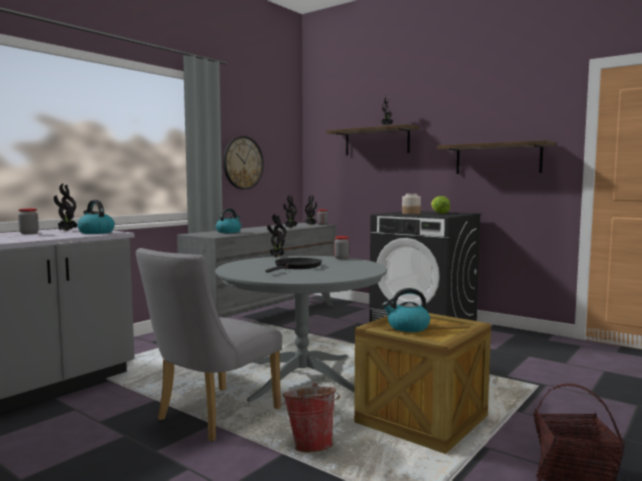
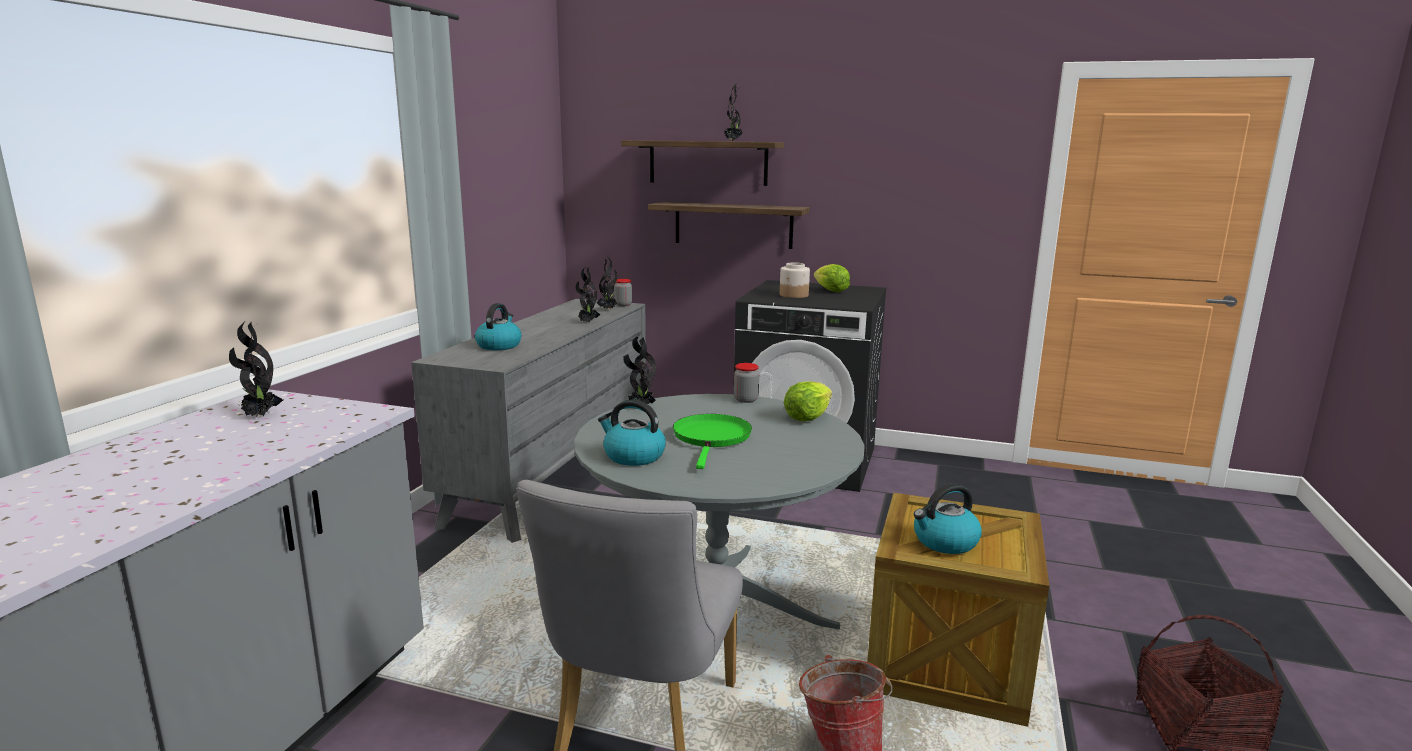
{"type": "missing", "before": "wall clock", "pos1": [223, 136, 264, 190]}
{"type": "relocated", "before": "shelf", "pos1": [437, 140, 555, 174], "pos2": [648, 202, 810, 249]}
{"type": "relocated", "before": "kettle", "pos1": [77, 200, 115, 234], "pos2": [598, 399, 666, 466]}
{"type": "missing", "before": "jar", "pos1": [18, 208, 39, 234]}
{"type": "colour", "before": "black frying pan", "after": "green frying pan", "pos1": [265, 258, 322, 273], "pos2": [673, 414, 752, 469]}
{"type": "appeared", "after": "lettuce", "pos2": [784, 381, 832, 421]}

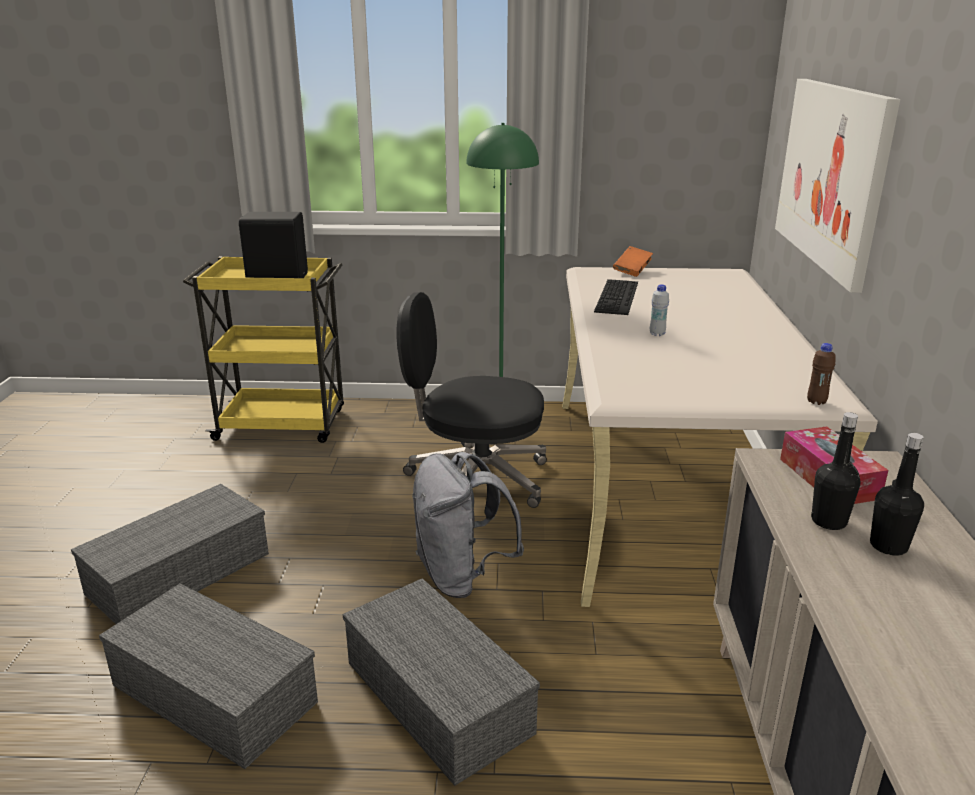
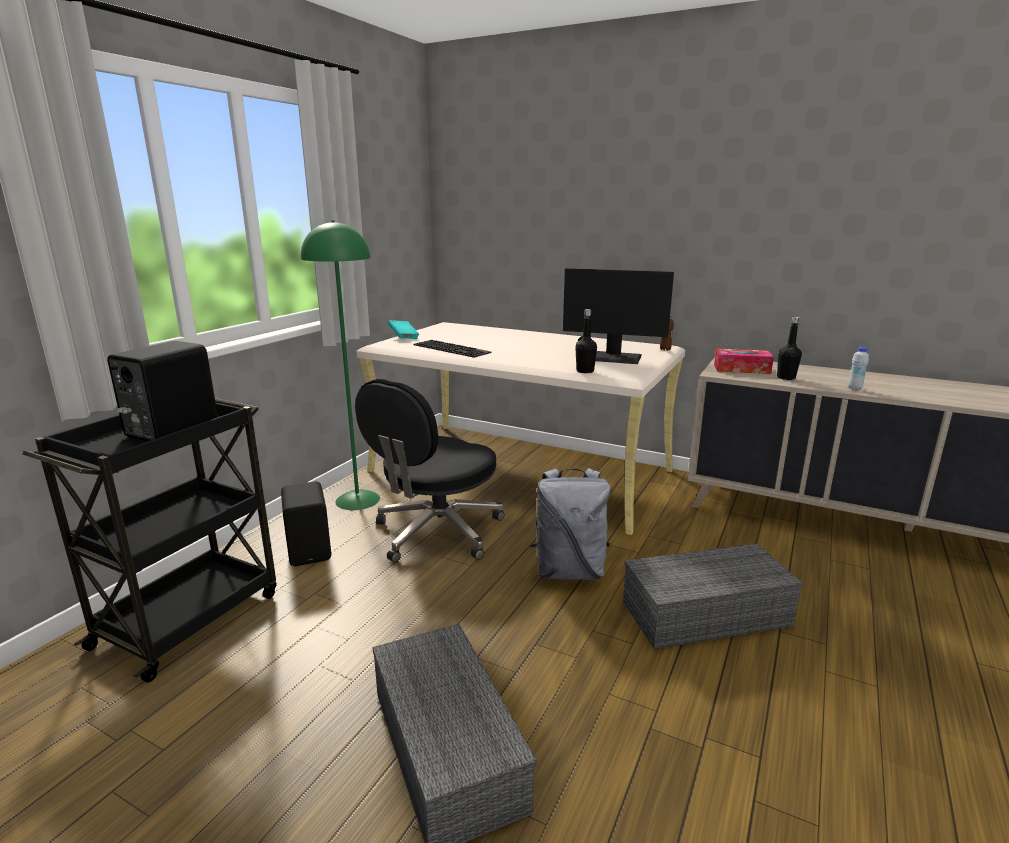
{"type": "missing", "before": "picture", "pos1": [775, 79, 900, 293]}
{"type": "colour", "before": "orange book", "after": "turquoise book", "pos1": [613, 246, 653, 277], "pos2": [388, 320, 419, 339]}
{"type": "colour", "before": "yellow cart", "after": "black cart", "pos1": [183, 256, 344, 443], "pos2": [22, 398, 277, 682]}
{"type": "relocated", "before": "white bottle", "pos1": [650, 284, 669, 336], "pos2": [848, 347, 869, 390]}
{"type": "relocated", "before": "black bottle", "pos1": [870, 433, 924, 556], "pos2": [575, 309, 597, 373]}
{"type": "missing", "before": "grey storage box", "pos1": [99, 583, 318, 769]}
{"type": "appeared", "after": "monitor", "pos2": [563, 268, 674, 364]}
{"type": "appeared", "after": "black speaker", "pos2": [281, 481, 331, 566]}

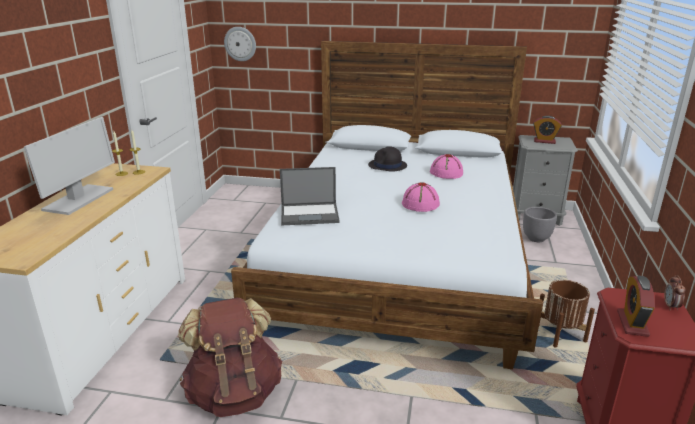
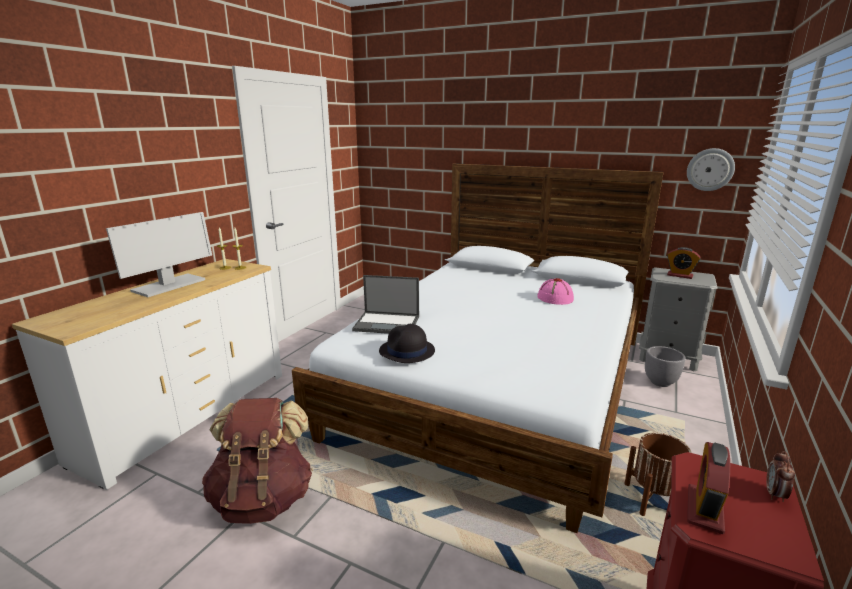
{"type": "relocated", "before": "wall clock", "pos1": [224, 27, 256, 61], "pos2": [687, 148, 735, 191]}
{"type": "relocated", "before": "black hat", "pos1": [368, 146, 407, 172], "pos2": [379, 324, 435, 363]}
{"type": "missing", "before": "pink hat", "pos1": [402, 182, 440, 212]}

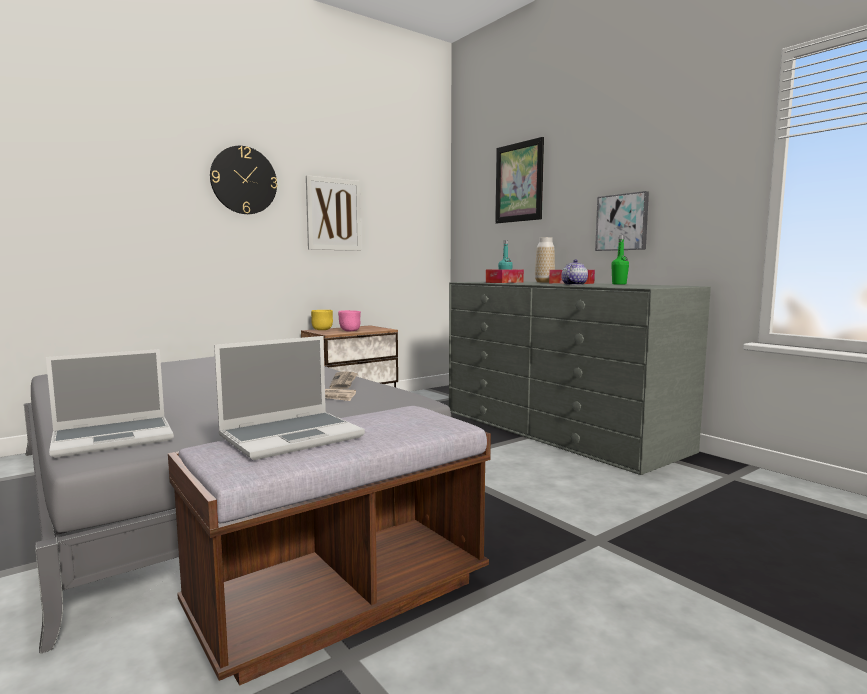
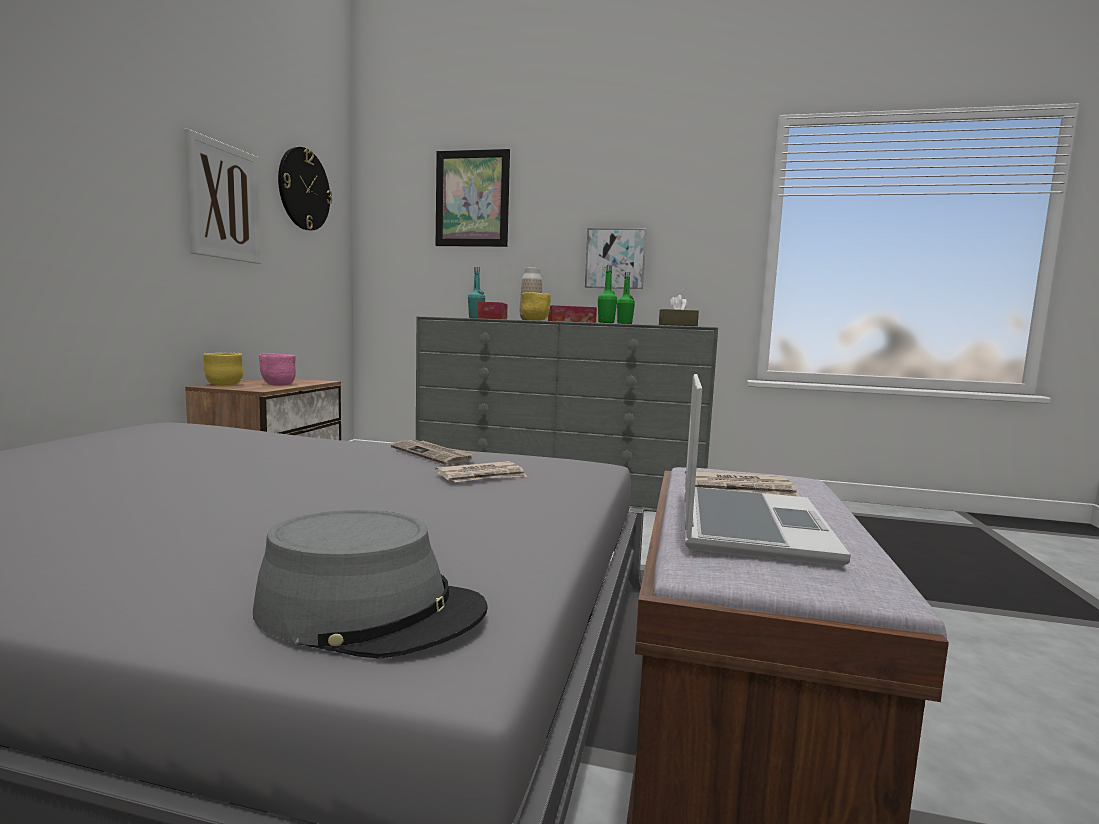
{"type": "relocated", "before": "wall clock", "pos1": [210, 146, 277, 214], "pos2": [278, 147, 332, 230]}
{"type": "exchanged", "before": "teapot", "after": "green bottle", "pos1": [561, 260, 588, 285], "pos2": [598, 265, 617, 323]}
{"type": "exchanged", "before": "laptop", "after": "grey hat", "pos1": [46, 349, 174, 458], "pos2": [253, 510, 488, 659]}
{"type": "appeared", "after": "yellow bowl", "pos2": [522, 292, 551, 320]}
{"type": "appeared", "after": "brown tissue box", "pos2": [659, 295, 699, 326]}
{"type": "appeared", "after": "newspaper", "pos2": [685, 471, 800, 497]}

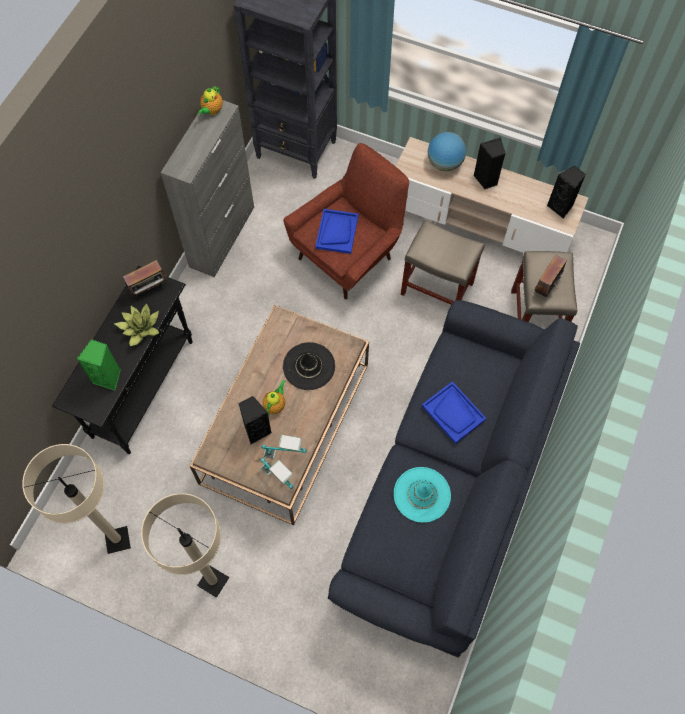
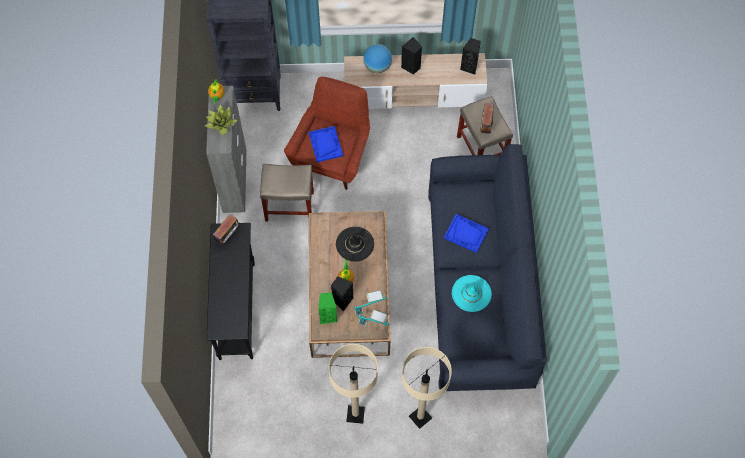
{"type": "relocated", "before": "beige stool", "pos1": [401, 220, 485, 305], "pos2": [260, 164, 314, 222]}
{"type": "relocated", "before": "potted plant", "pos1": [114, 304, 159, 346], "pos2": [205, 105, 238, 135]}
{"type": "relocated", "before": "green speaker", "pos1": [77, 339, 120, 391], "pos2": [318, 292, 338, 324]}
{"type": "relocated", "before": "beige floor lamp", "pos1": [22, 444, 131, 554], "pos2": [402, 347, 452, 429]}

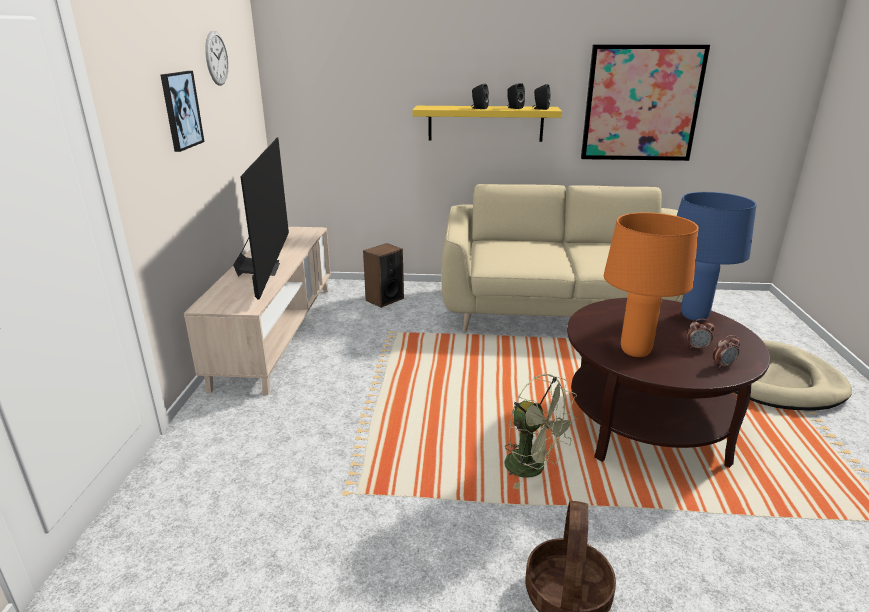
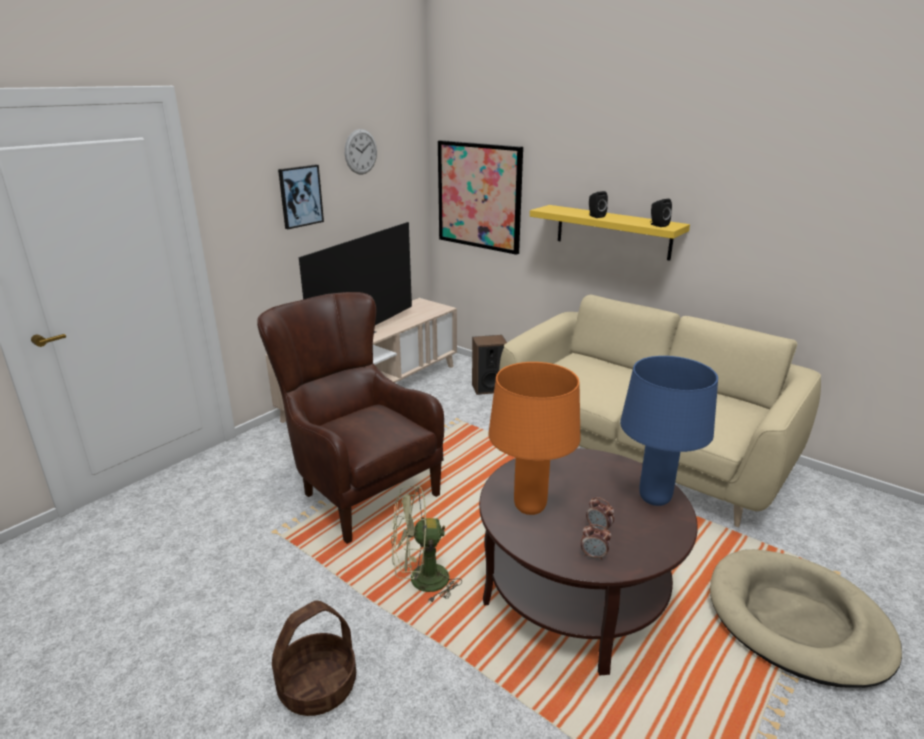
{"type": "relocated", "before": "picture", "pos1": [581, 44, 710, 161], "pos2": [438, 140, 523, 255]}
{"type": "missing", "before": "black speaker", "pos1": [507, 83, 525, 109]}
{"type": "spun", "before": "green fan", "pos1": [504, 374, 578, 489], "pos2": [391, 486, 462, 604], "turn": 90}
{"type": "appeared", "after": "brown armchair", "pos2": [257, 292, 444, 544]}

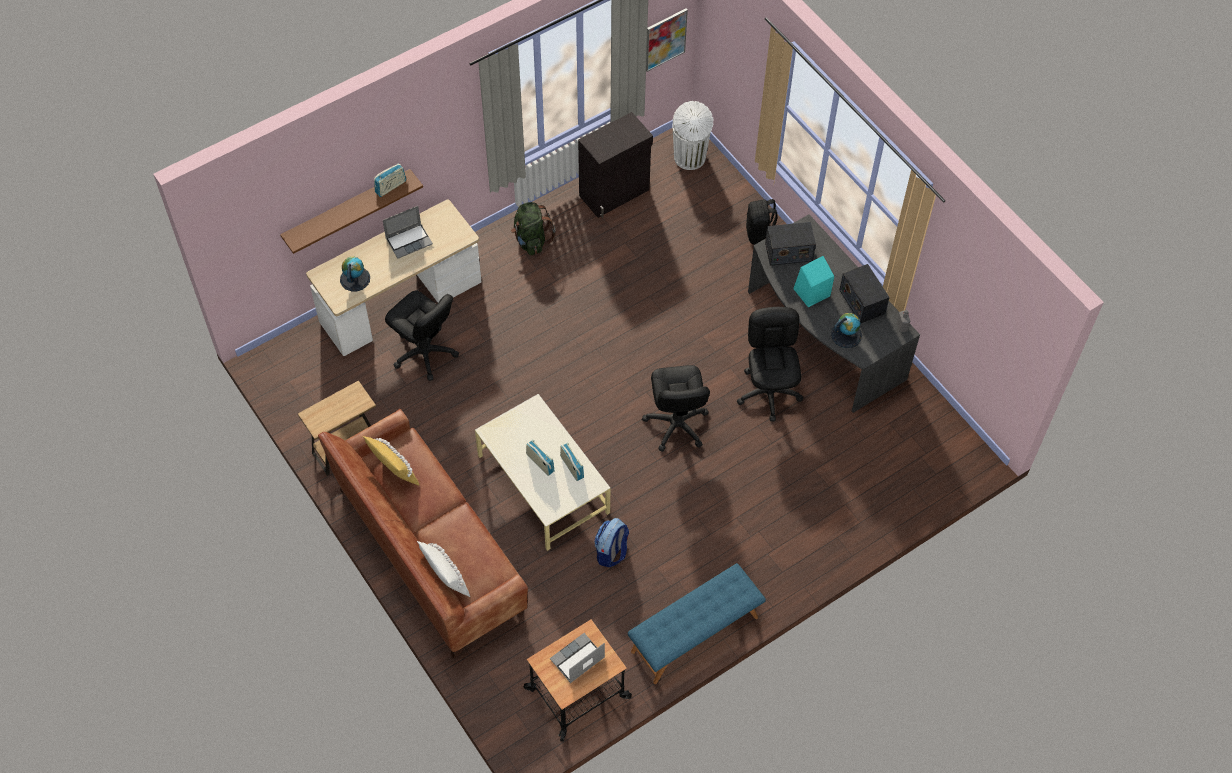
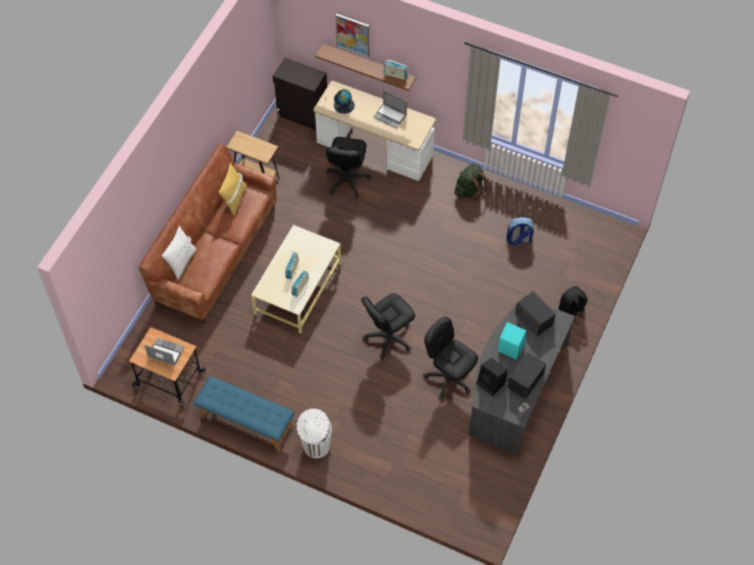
{"type": "relocated", "before": "picture", "pos1": [646, 9, 688, 72], "pos2": [336, 14, 369, 57]}
{"type": "relocated", "before": "white trash can", "pos1": [672, 101, 714, 170], "pos2": [297, 409, 332, 458]}
{"type": "relocated", "before": "black cabinet", "pos1": [578, 112, 653, 218], "pos2": [272, 58, 327, 130]}
{"type": "spun", "before": "black office chair", "pos1": [737, 307, 803, 422], "pos2": [423, 317, 478, 400], "turn": -105}
{"type": "exchanged", "before": "globe", "after": "black speaker", "pos1": [831, 313, 862, 348], "pos2": [477, 358, 508, 396]}
{"type": "relocated", "before": "backpack", "pos1": [594, 518, 629, 567], "pos2": [507, 217, 534, 245]}

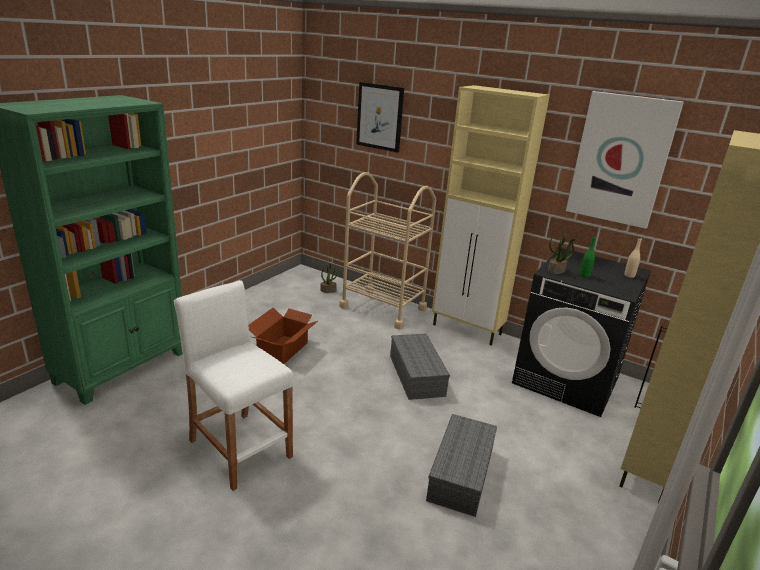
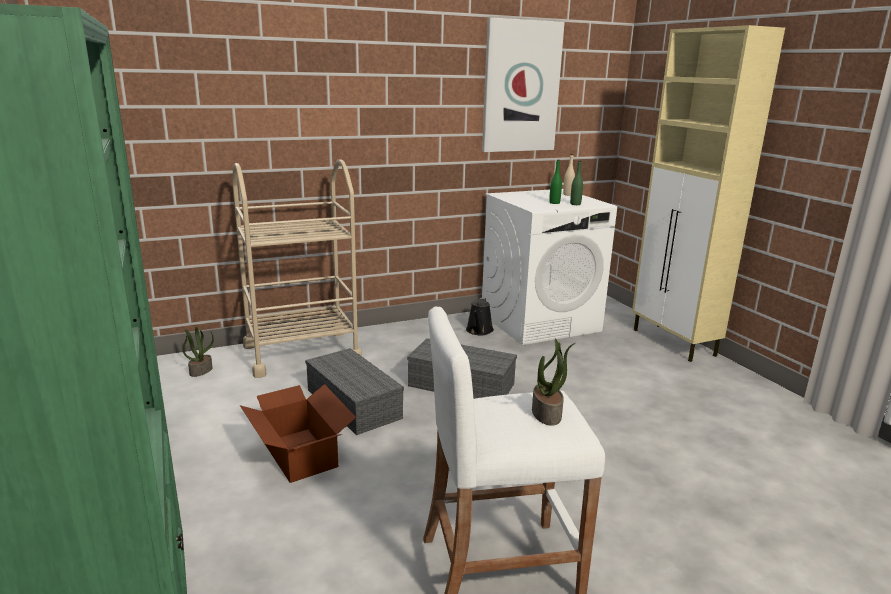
{"type": "missing", "before": "picture", "pos1": [356, 82, 404, 153]}
{"type": "missing", "before": "beige cabinet", "pos1": [432, 85, 550, 346]}
{"type": "relocated", "before": "potted plant", "pos1": [548, 233, 575, 274], "pos2": [532, 338, 575, 426]}
{"type": "colour", "before": "black washing machine", "after": "white washing machine", "pos1": [512, 248, 651, 417], "pos2": [482, 189, 617, 345]}
{"type": "relocated", "before": "grey storage box", "pos1": [426, 414, 497, 517], "pos2": [305, 348, 404, 435]}
{"type": "appeared", "after": "green bottle", "pos2": [570, 161, 583, 205]}
{"type": "appeared", "after": "black watering can", "pos2": [466, 298, 494, 335]}

